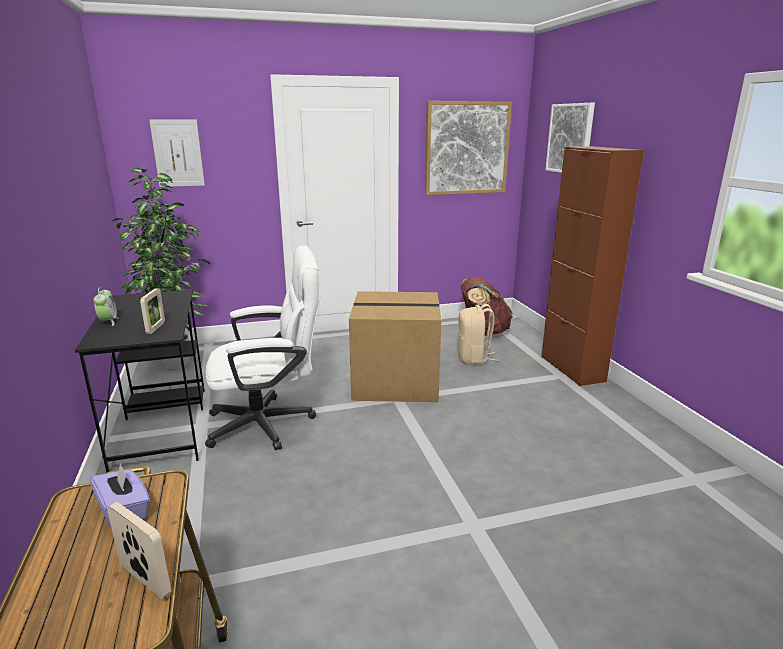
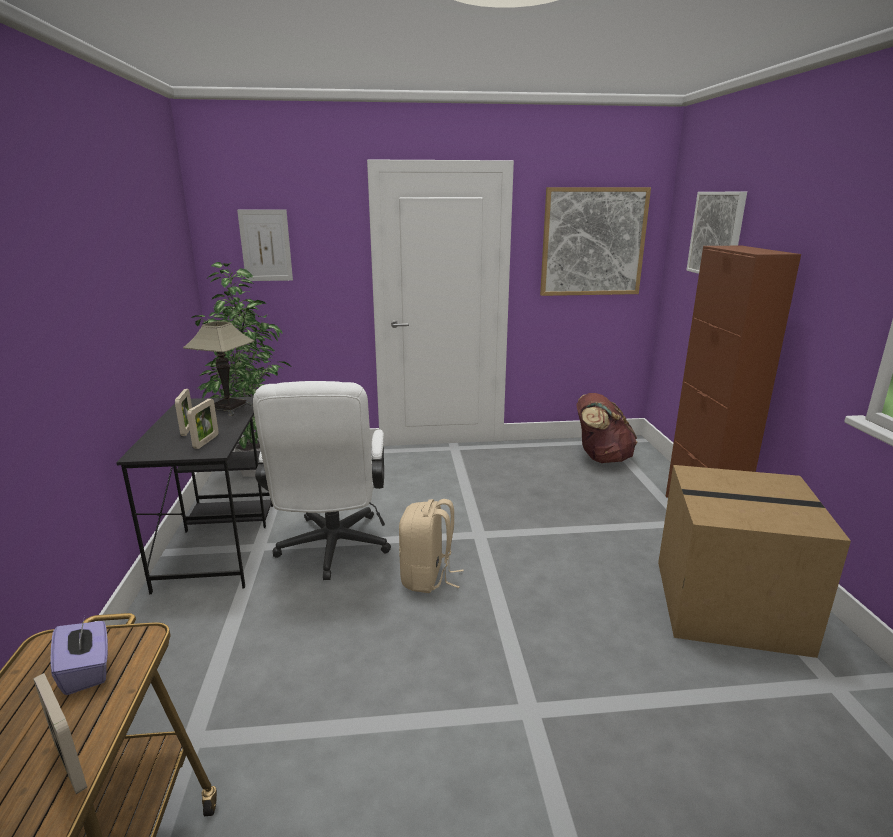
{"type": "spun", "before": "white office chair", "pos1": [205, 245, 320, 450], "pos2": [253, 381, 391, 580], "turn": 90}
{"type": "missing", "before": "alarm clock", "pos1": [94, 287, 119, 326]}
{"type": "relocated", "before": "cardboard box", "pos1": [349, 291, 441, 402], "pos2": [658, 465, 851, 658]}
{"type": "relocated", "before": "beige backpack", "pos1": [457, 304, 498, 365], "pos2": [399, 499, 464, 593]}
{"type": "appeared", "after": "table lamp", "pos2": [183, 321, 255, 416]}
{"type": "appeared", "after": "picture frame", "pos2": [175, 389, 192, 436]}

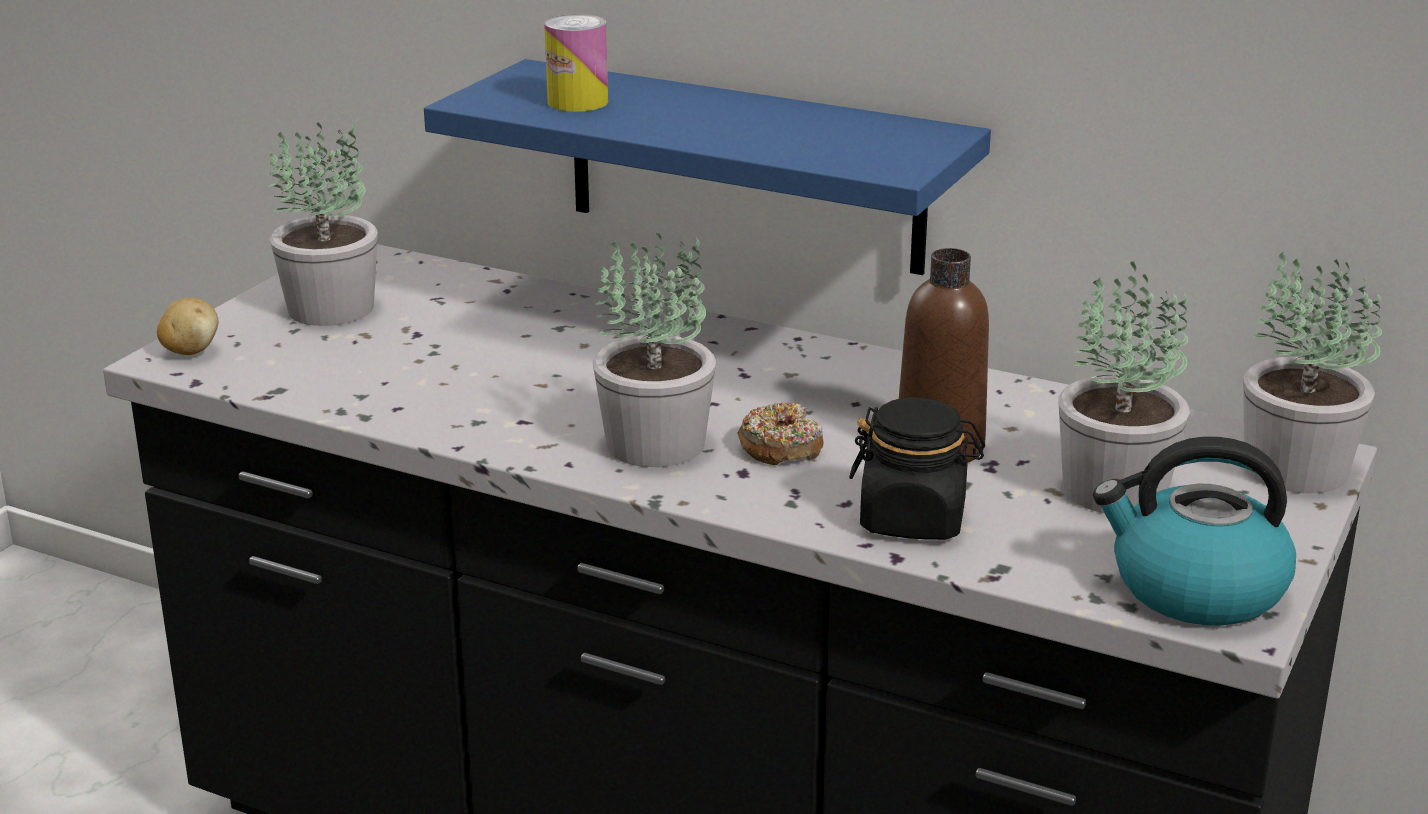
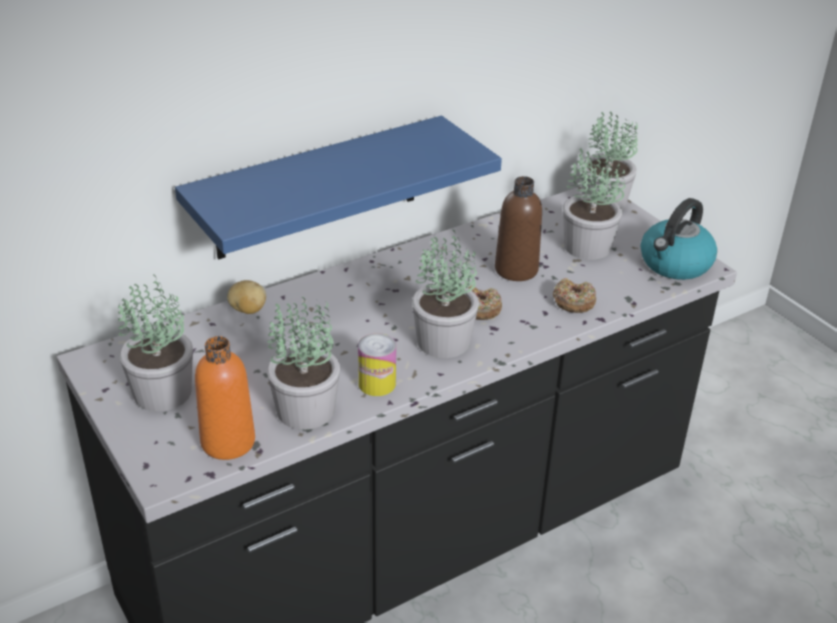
{"type": "relocated", "before": "can", "pos1": [544, 14, 608, 112], "pos2": [358, 333, 396, 396]}
{"type": "relocated", "before": "potato", "pos1": [157, 298, 219, 355], "pos2": [227, 280, 266, 314]}
{"type": "exchanged", "before": "black jar", "after": "donut", "pos1": [849, 397, 985, 540], "pos2": [553, 278, 596, 313]}
{"type": "appeared", "after": "potted plant", "pos2": [267, 296, 340, 430]}
{"type": "appeared", "after": "orange bottle", "pos2": [195, 336, 255, 460]}

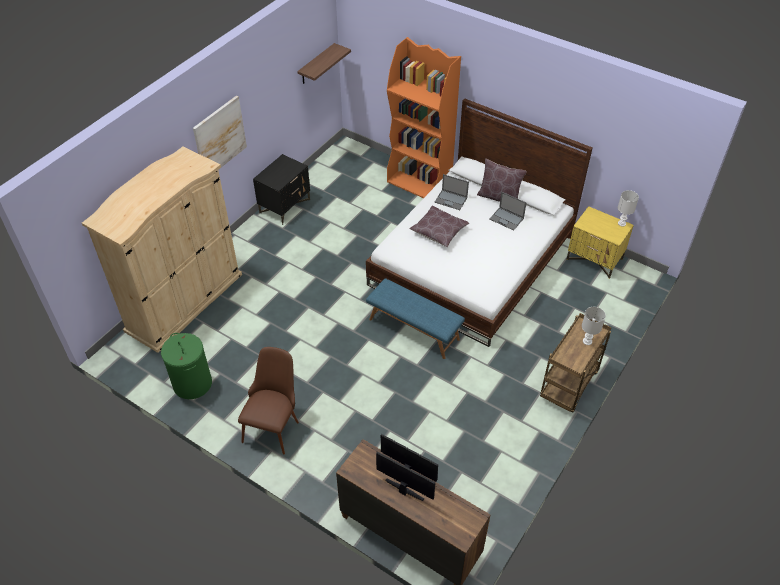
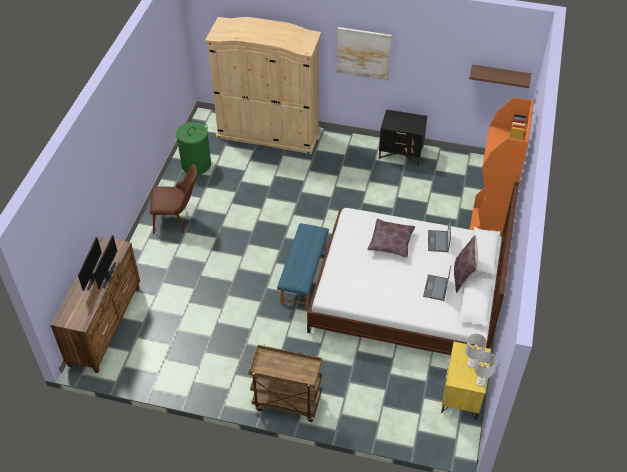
{"type": "relocated", "before": "white table lamp", "pos1": [582, 307, 606, 345], "pos2": [465, 334, 487, 368]}

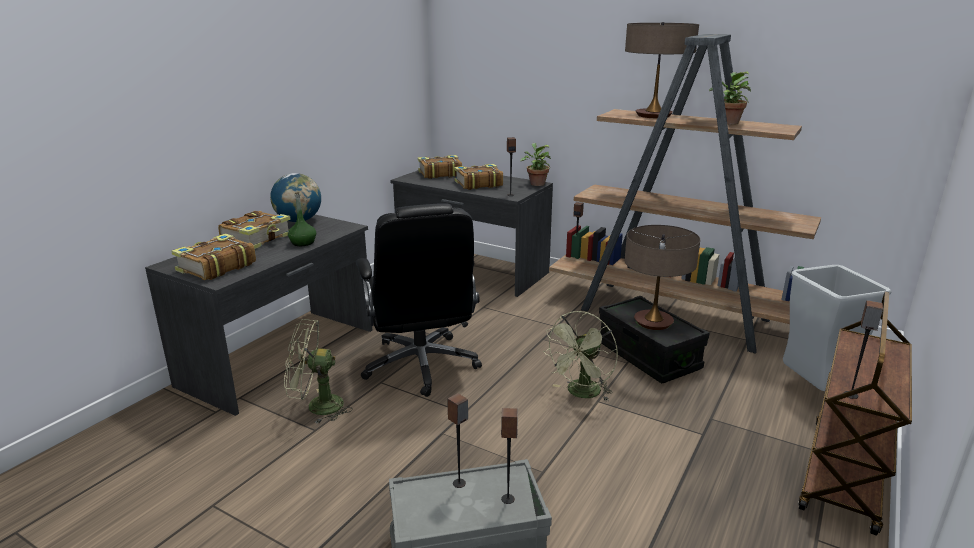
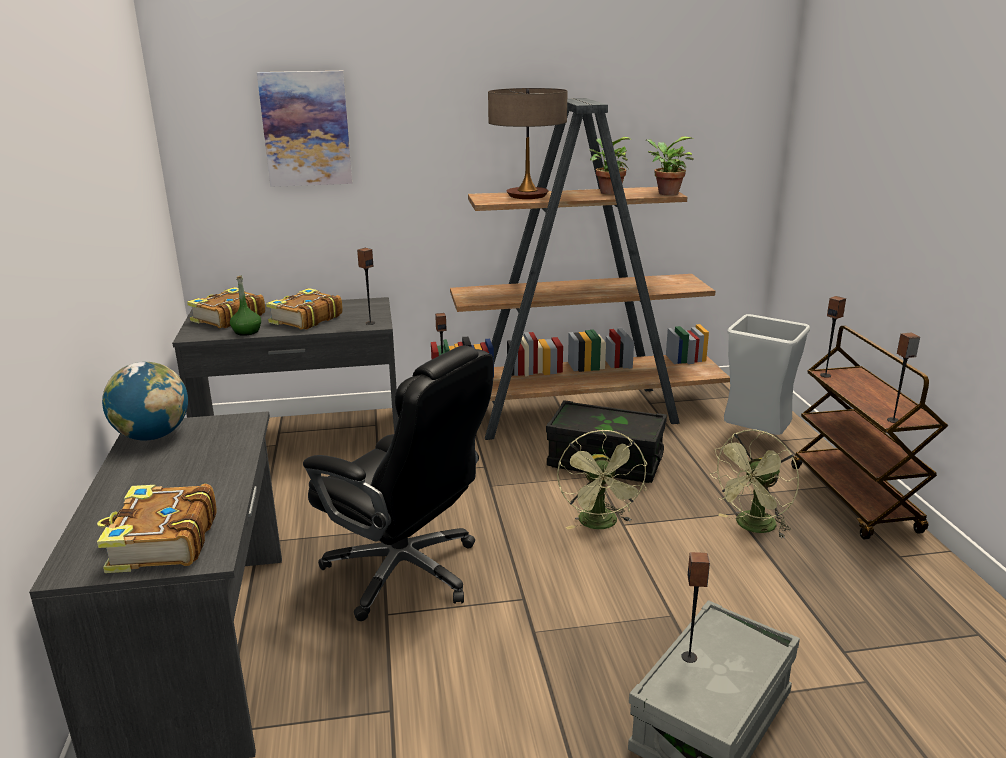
{"type": "relocated", "before": "potted plant", "pos1": [520, 143, 551, 186], "pos2": [646, 136, 693, 195]}
{"type": "relocated", "before": "green bottle", "pos1": [288, 192, 316, 246], "pos2": [230, 276, 261, 336]}
{"type": "missing", "before": "book", "pos1": [218, 211, 291, 249]}
{"type": "missing", "before": "table lamp", "pos1": [625, 225, 700, 330]}
{"type": "relocated", "before": "green fan", "pos1": [284, 319, 353, 424], "pos2": [709, 429, 799, 539]}
{"type": "relocated", "before": "speaker", "pos1": [501, 408, 518, 504], "pos2": [820, 296, 846, 378]}
{"type": "appeared", "after": "picture", "pos2": [257, 71, 352, 187]}

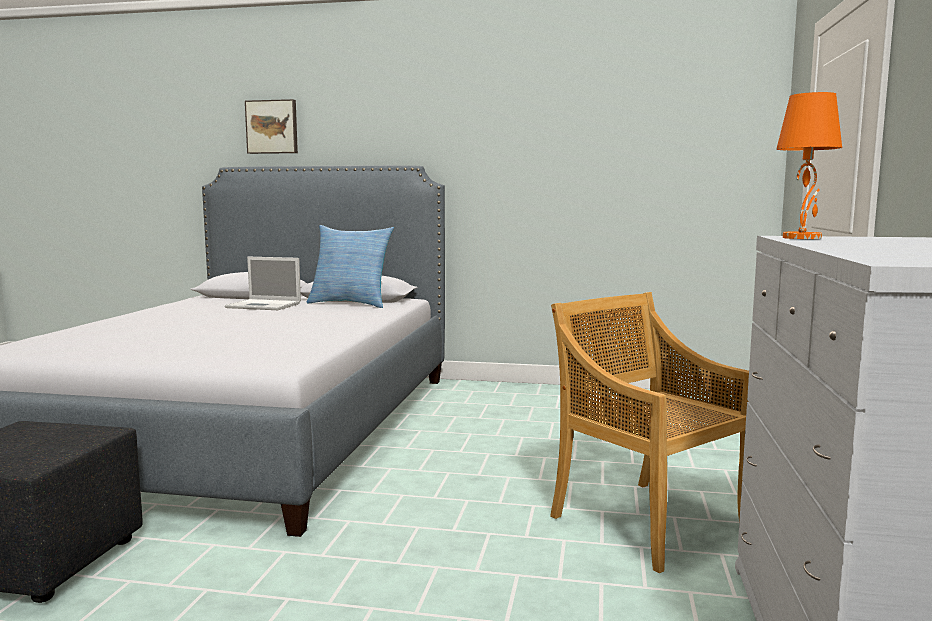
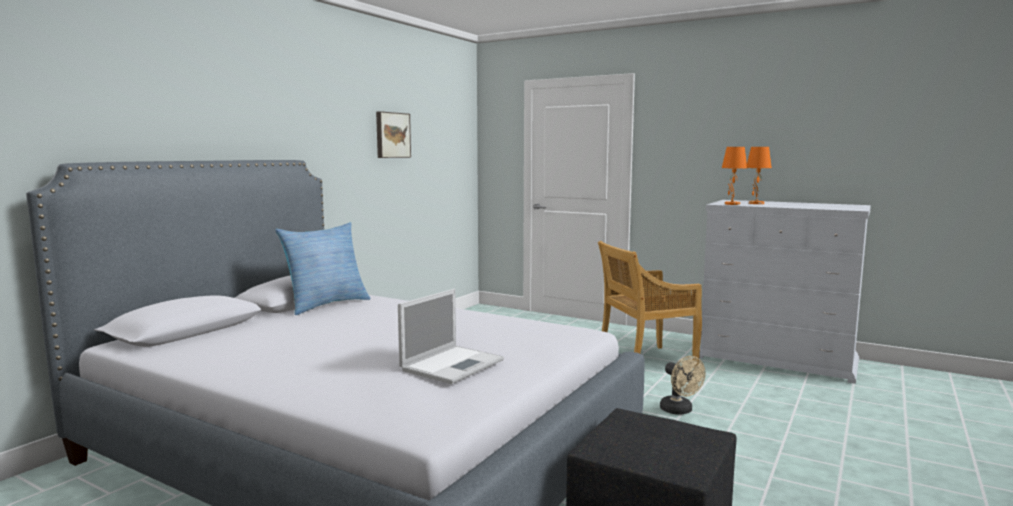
{"type": "relocated", "before": "picture", "pos1": [245, 99, 298, 154], "pos2": [376, 111, 411, 158]}
{"type": "relocated", "before": "laptop", "pos1": [225, 257, 301, 310], "pos2": [398, 289, 504, 384]}
{"type": "appeared", "after": "orange table lamp", "pos2": [747, 147, 772, 204]}
{"type": "appeared", "after": "beige fan", "pos2": [660, 356, 706, 415]}

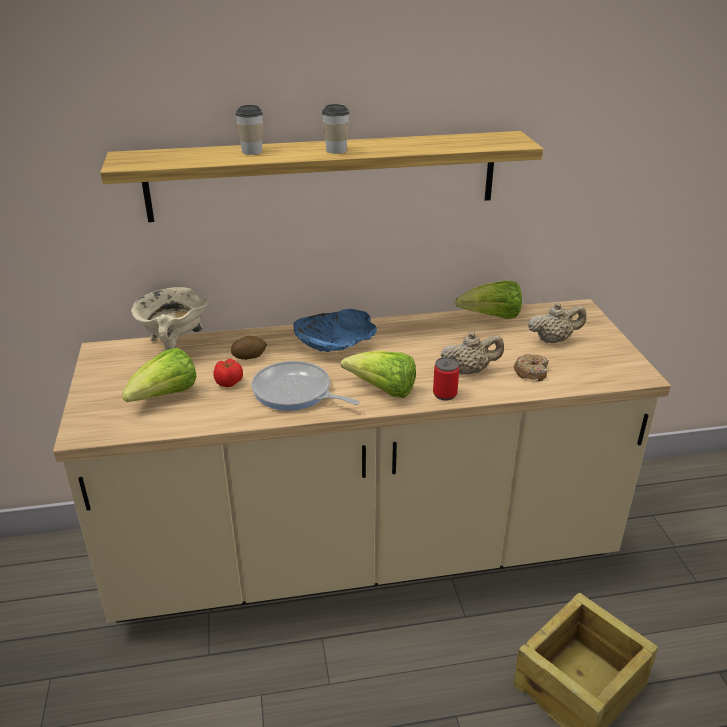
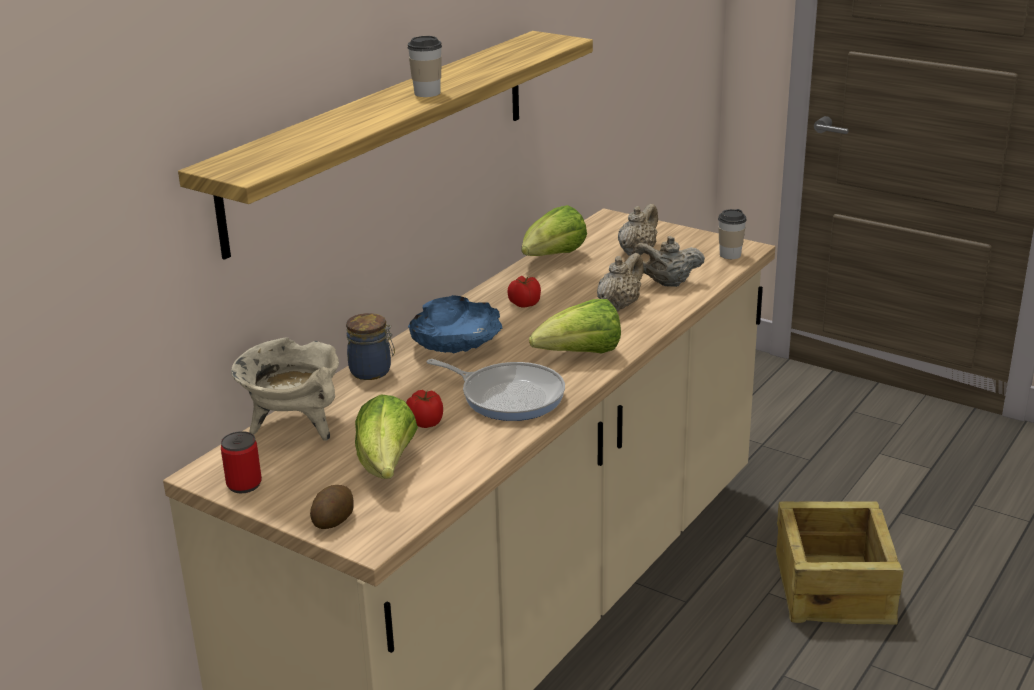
{"type": "relocated", "before": "cup", "pos1": [235, 105, 263, 155], "pos2": [718, 209, 747, 259]}
{"type": "relocated", "before": "potato", "pos1": [231, 336, 267, 360], "pos2": [310, 485, 354, 529]}
{"type": "exchanged", "before": "donut", "after": "beige teapot", "pos1": [514, 354, 549, 381], "pos2": [632, 236, 705, 287]}
{"type": "relocated", "before": "can", "pos1": [433, 357, 459, 400], "pos2": [221, 431, 262, 493]}
{"type": "spun", "before": "frying pan", "pos1": [251, 361, 360, 411], "pos2": [427, 359, 565, 421], "turn": -135}
{"type": "appeared", "after": "tomato", "pos2": [507, 276, 541, 307]}
{"type": "appeared", "after": "jar", "pos2": [346, 313, 395, 380]}

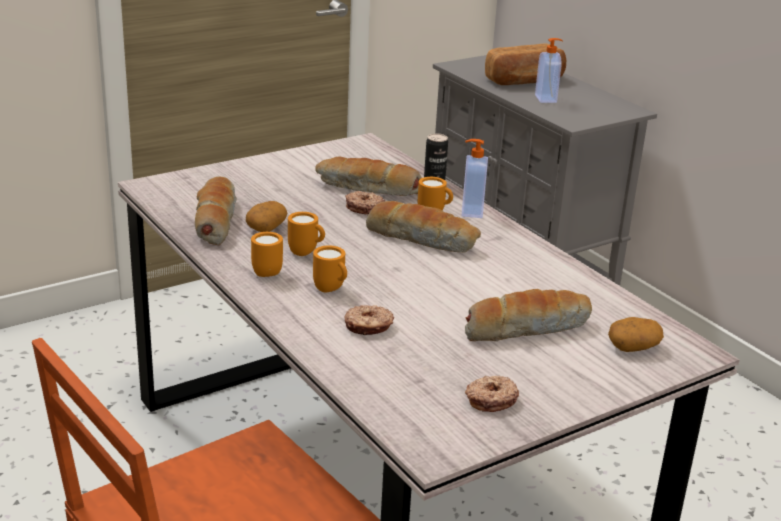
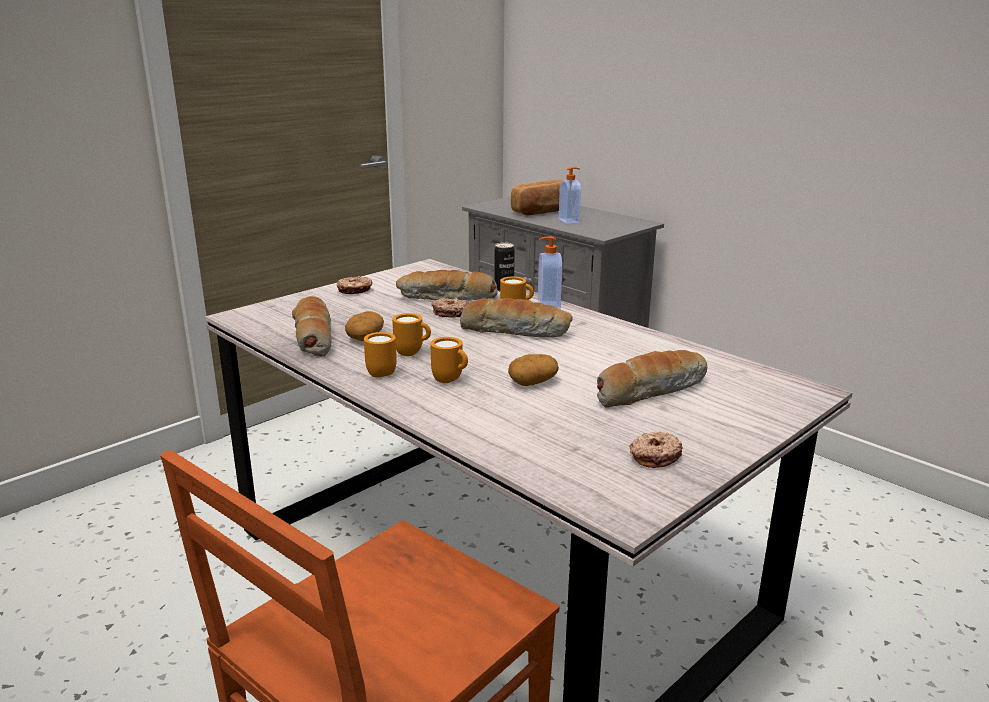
{"type": "relocated", "before": "donut", "pos1": [344, 305, 394, 335], "pos2": [337, 276, 373, 294]}
{"type": "relocated", "before": "potato", "pos1": [608, 317, 664, 352], "pos2": [508, 354, 559, 386]}

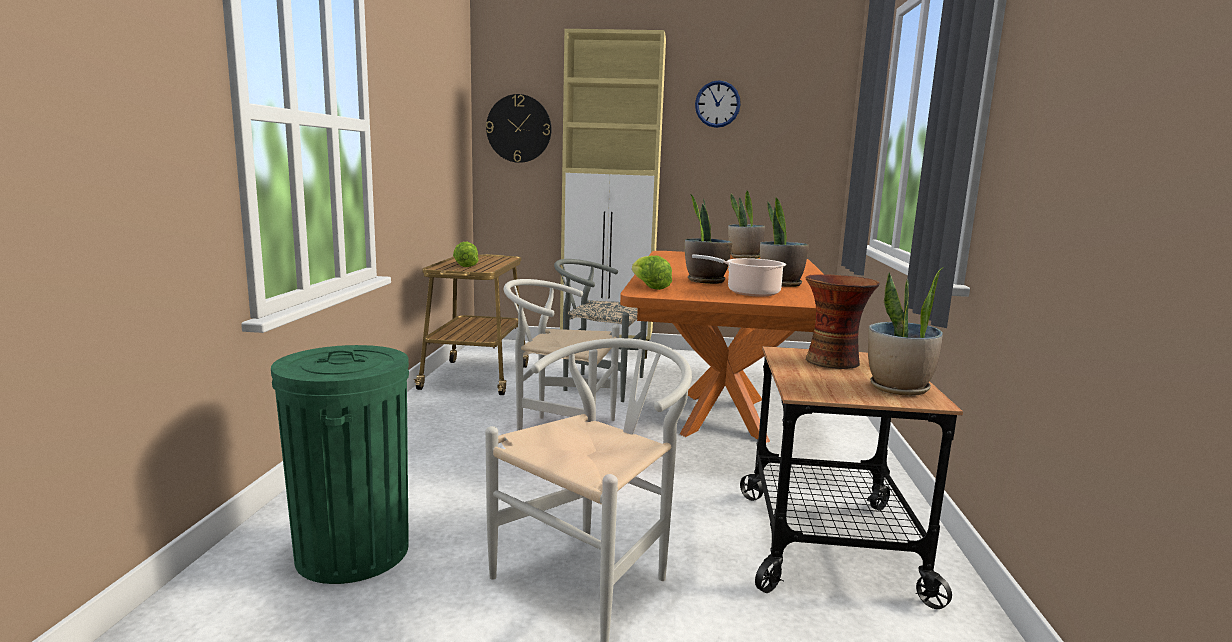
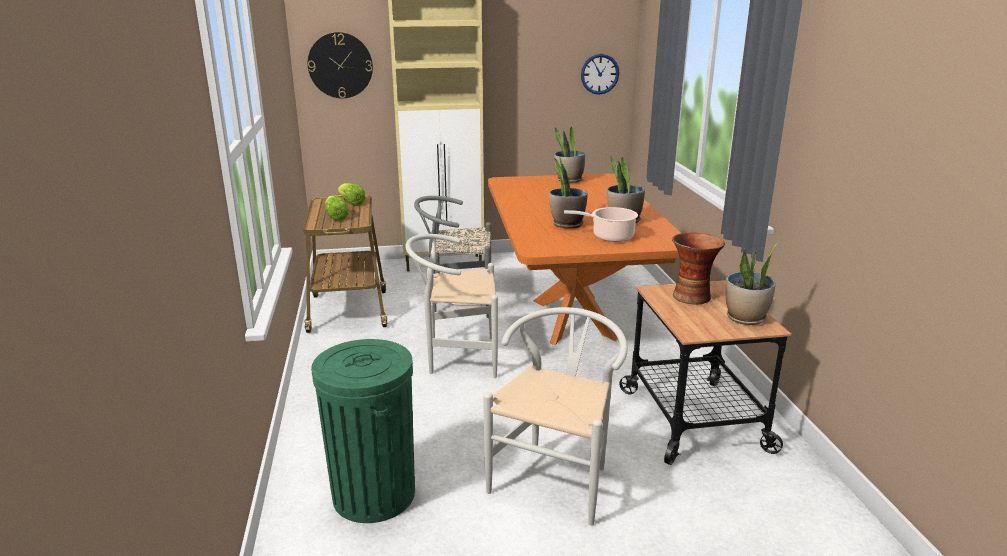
{"type": "relocated", "before": "wall clock", "pos1": [695, 80, 741, 128], "pos2": [581, 54, 619, 95]}
{"type": "relocated", "before": "lettuce", "pos1": [632, 256, 672, 290], "pos2": [338, 183, 366, 206]}

